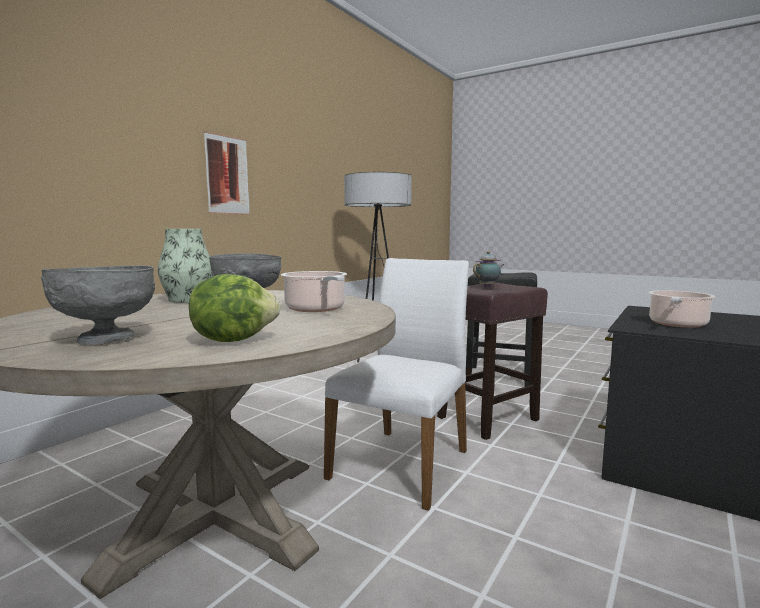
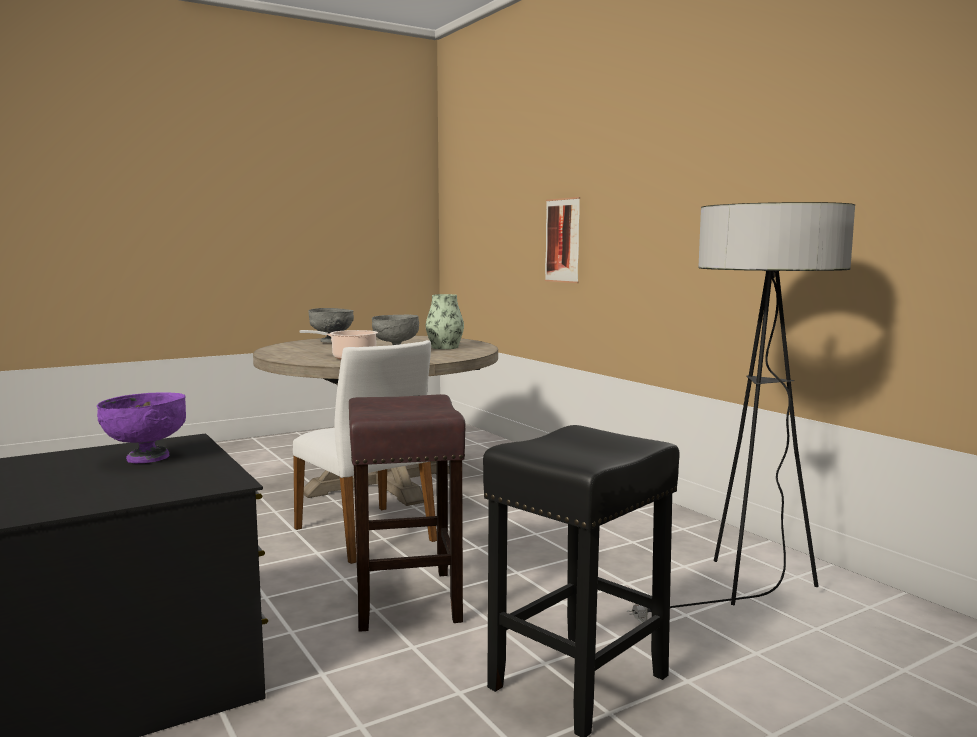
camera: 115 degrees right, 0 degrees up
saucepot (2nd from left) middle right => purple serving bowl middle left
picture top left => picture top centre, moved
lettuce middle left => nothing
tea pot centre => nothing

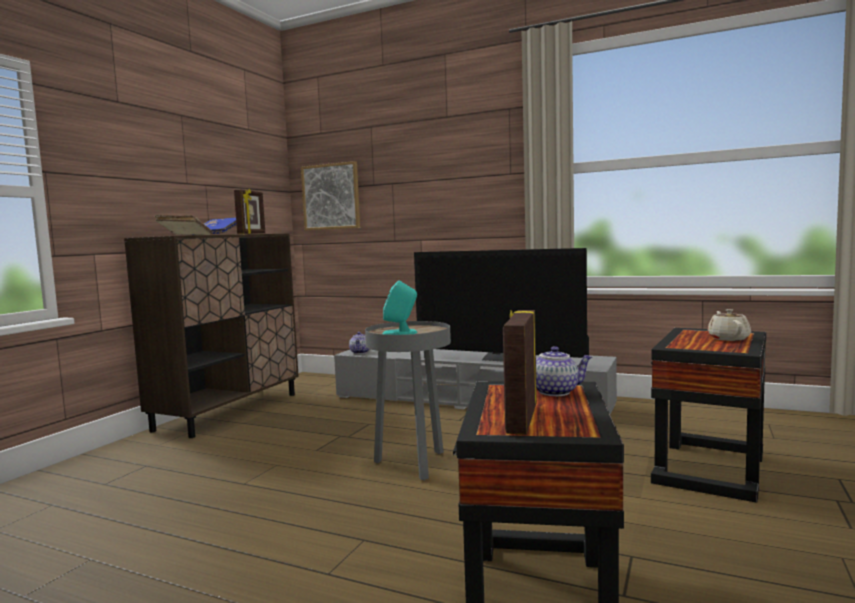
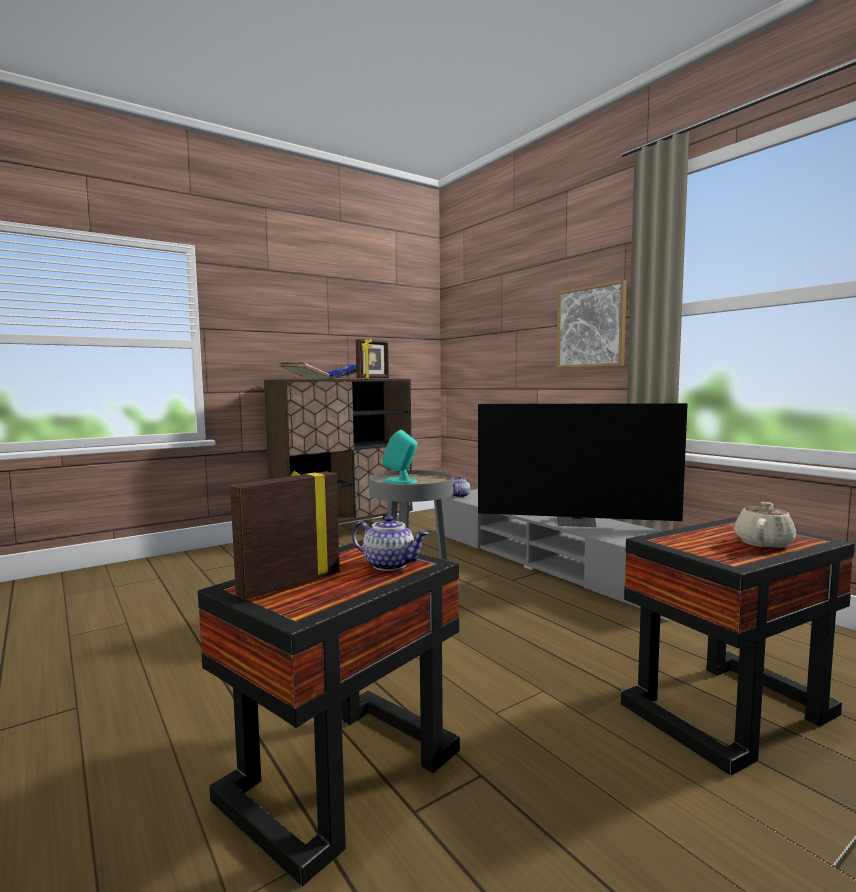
camera: 30 degrees right, 0 degrees up
television centre => television middle right, 45 degrees counterclockwise
picture top centre => picture middle right, moved

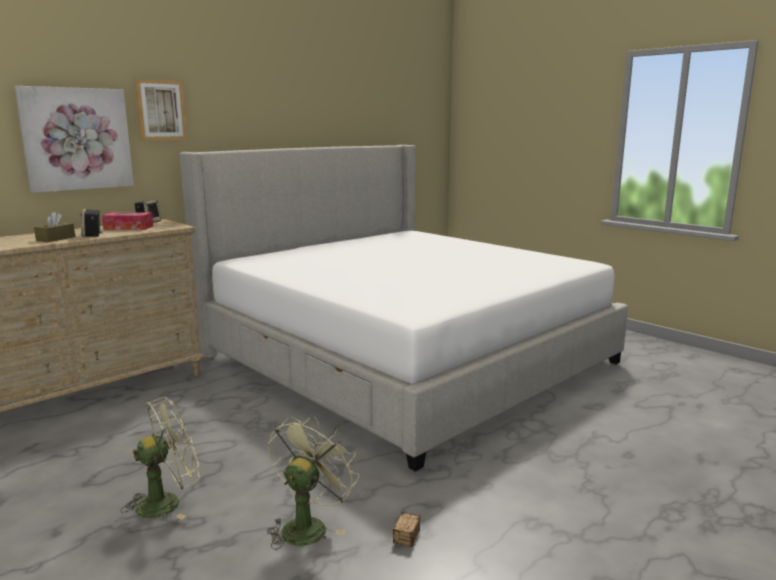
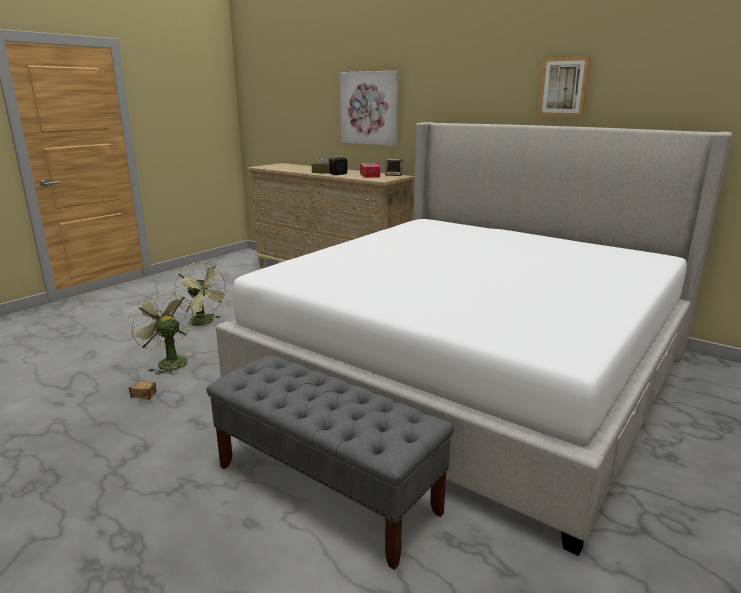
camera: 80 degrees right, 5 degrees up
greenish cooling fan (2nd from left in the first image) bottom centre => greenish cooling fan (1st from left) middle left, 150 degrees counterclockwise
nothing => gray indoor bench bottom centre
picture (2nd from left) top left => picture (2nd from left) top right, moved

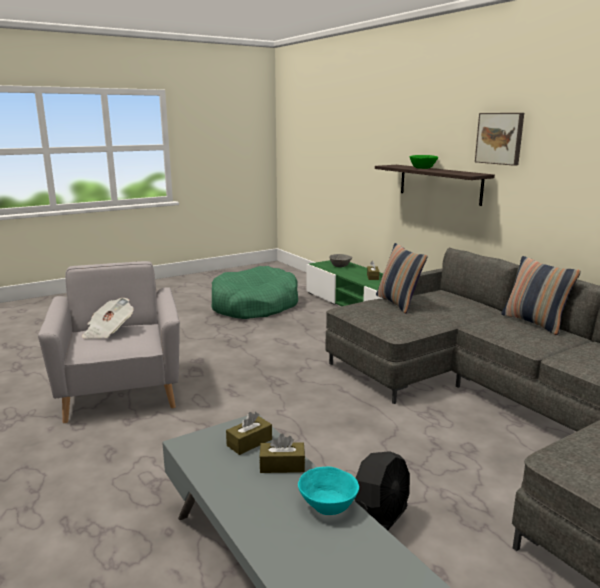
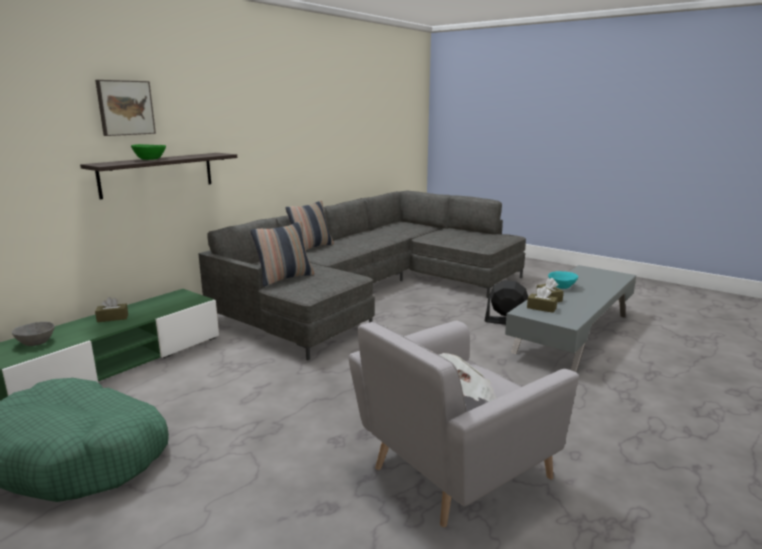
camera: 110 degrees left, 0 degrees up
picture top right => picture top left, moved

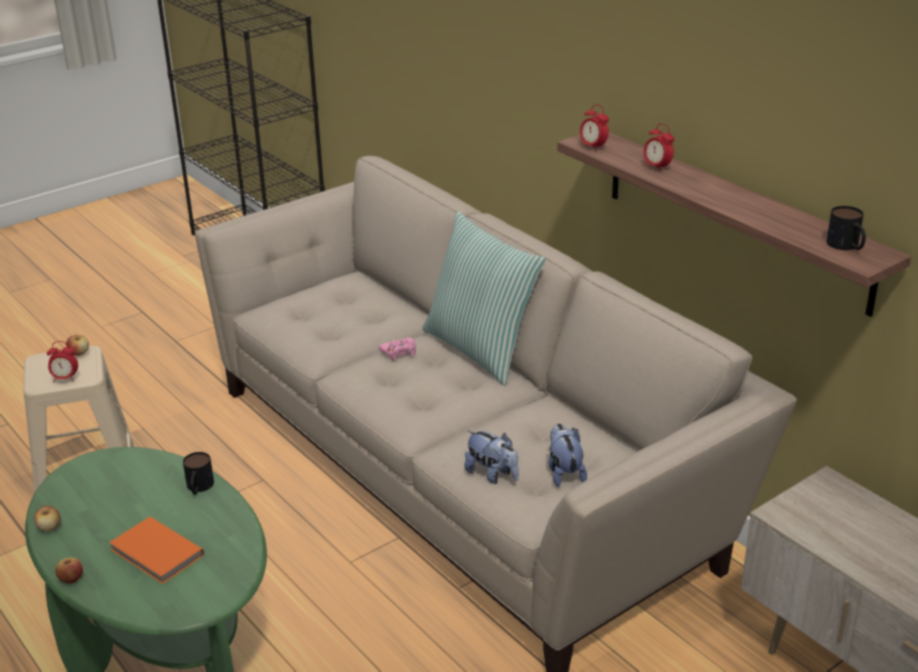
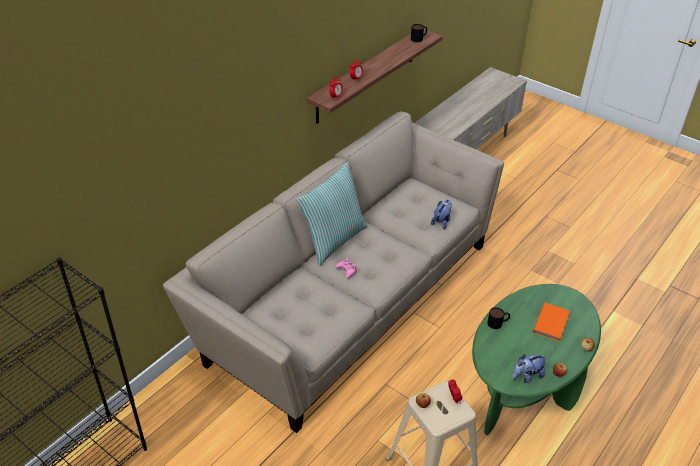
camera: 105 degrees left, 10 degrees up
plush toy (2nd from left) bottom centre => plush toy (2nd from left) bottom right, moved

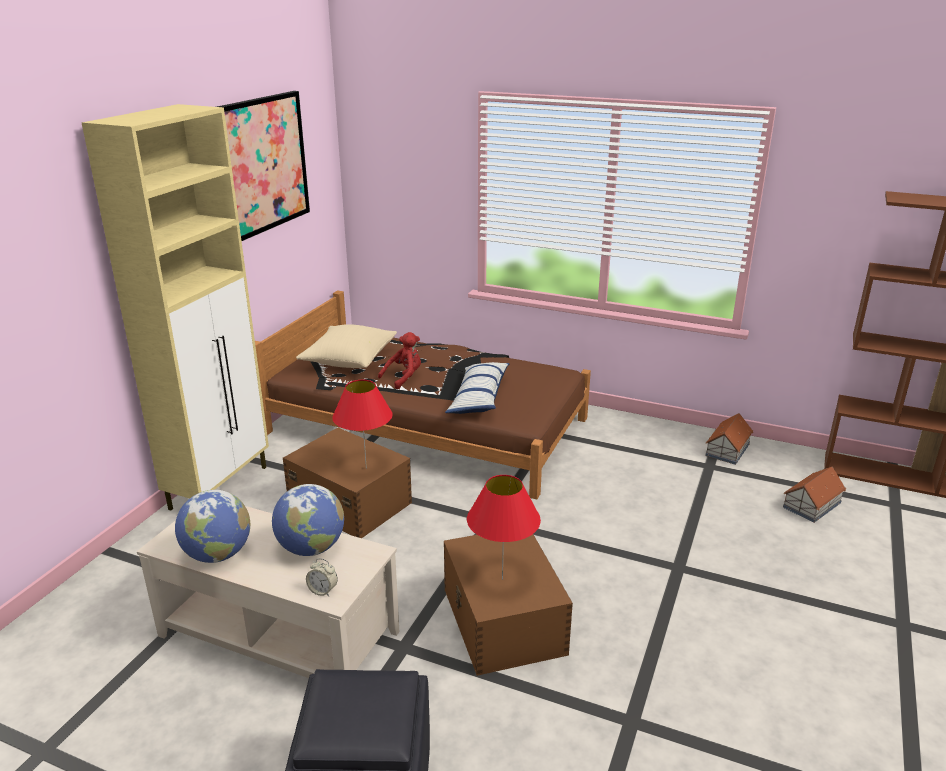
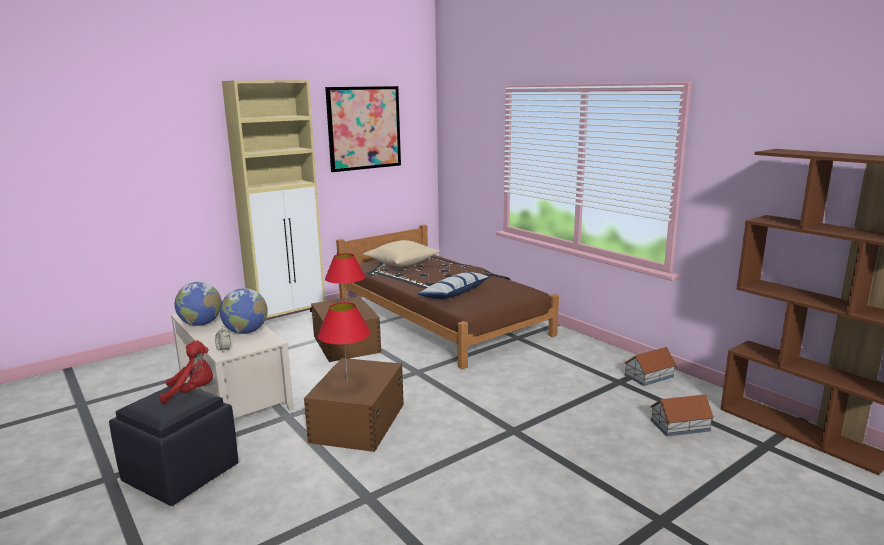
camera: 30 degrees right, 10 degrees down
red plush toy centre => red plush toy bottom left, moved

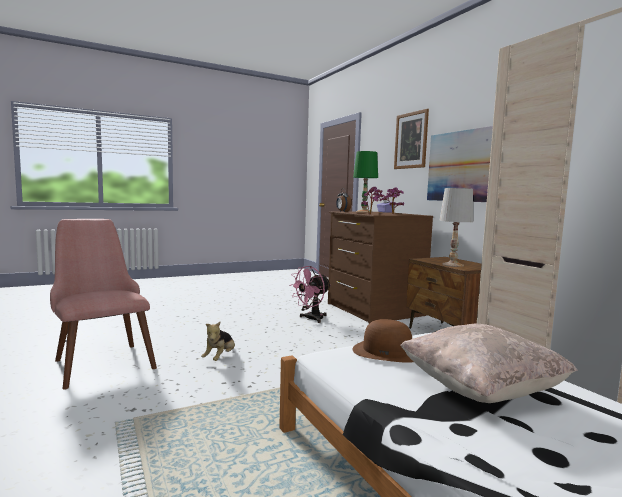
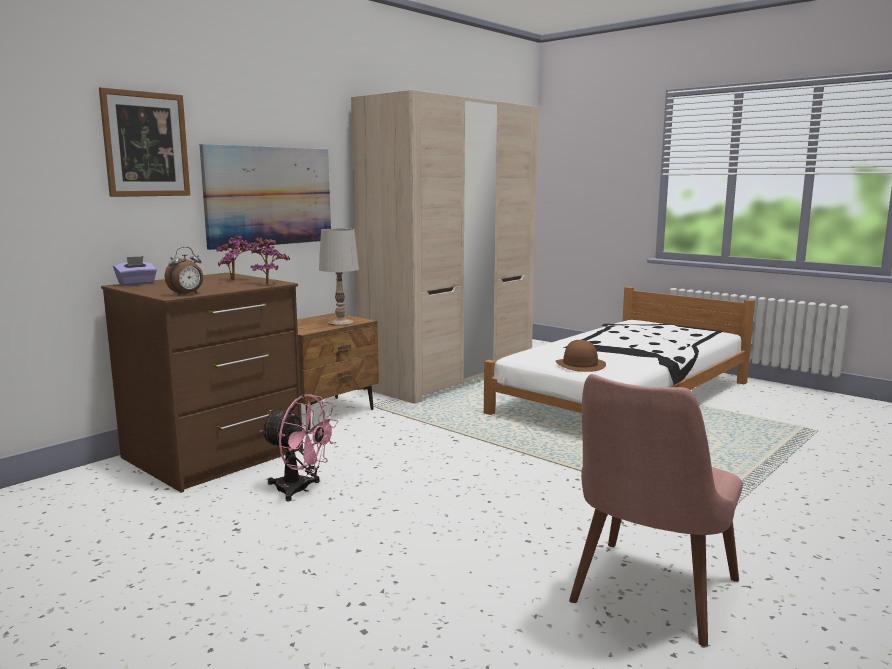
camera: 110 degrees left, 5 degrees up
plush toy bottom centre => nothing
greenish table lamp centre => nothing
sand-coloured pillow bottom right => nothing

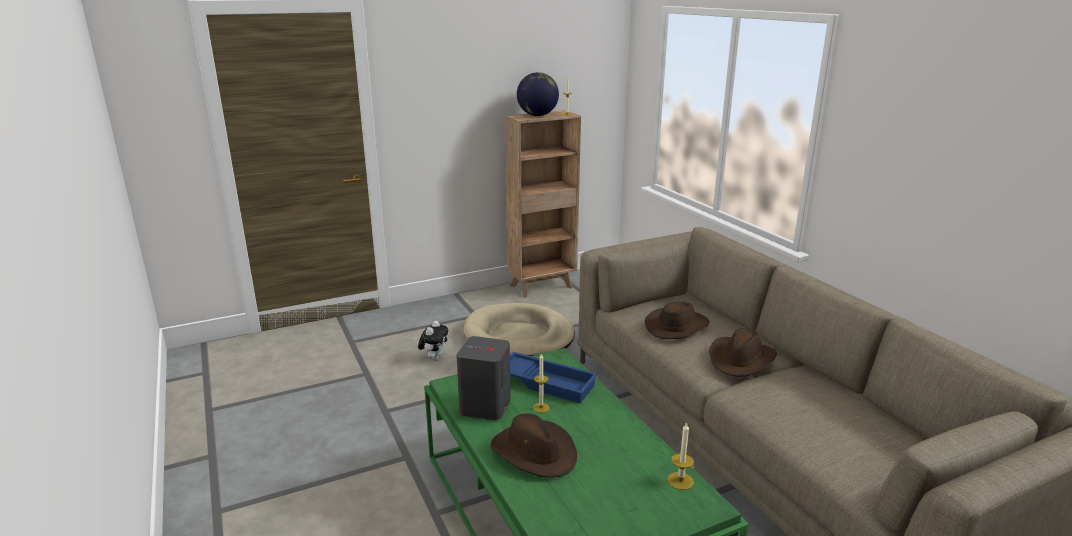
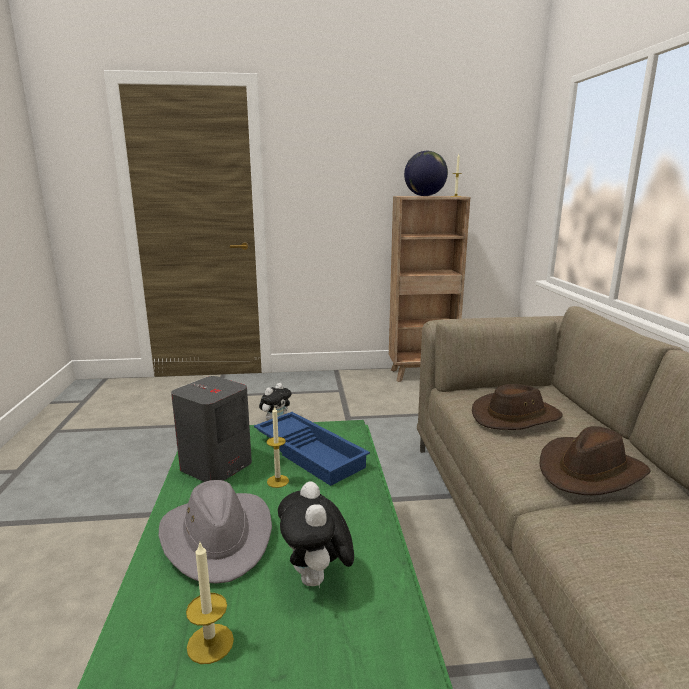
camera: 20 degrees right, 5 degrees down
brown-coloured hat (1st from left) bottom centre => gray hat bottom left
wax light (3rd from left in the first image) bottom centre => wax light (1st from left) bottom left, moved
nothing => plush toy (2nd from left) bottom centre
sand-coloured dog cushion centre => nothing

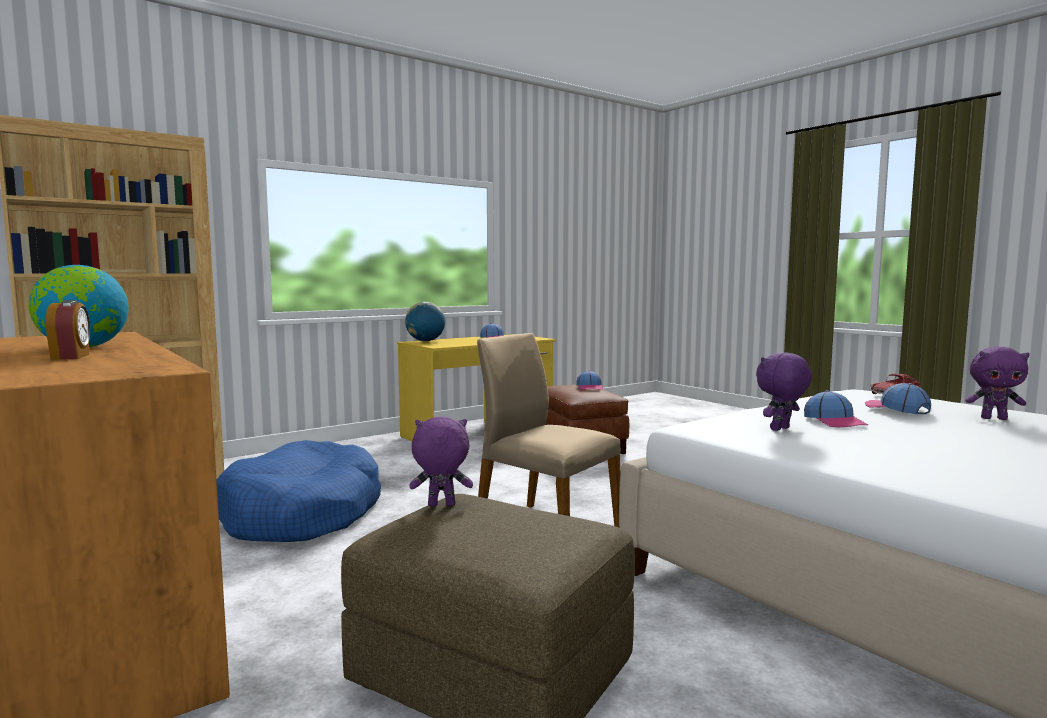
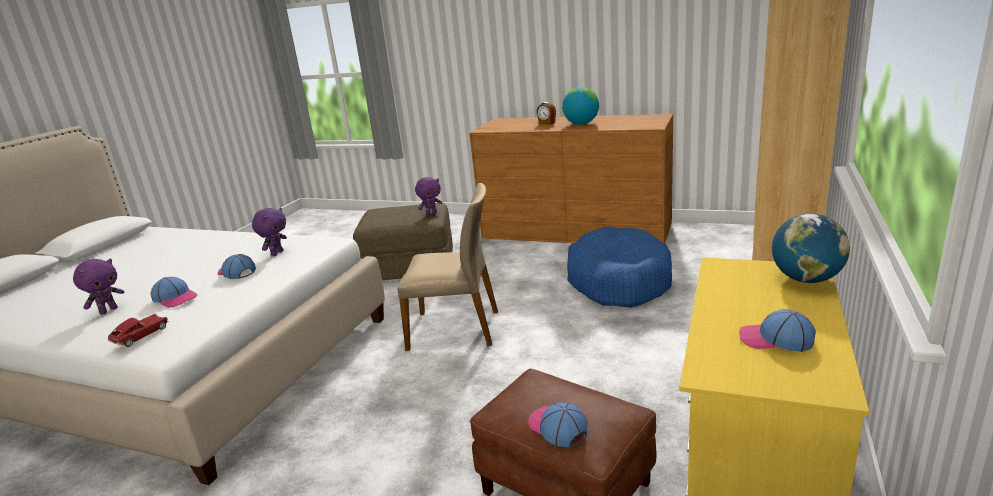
camera: 150 degrees right, 15 degrees up
purple plush toy (3rd from left in the first image) middle right => purple plush toy (1st from left) middle left, 135 degrees clockwise

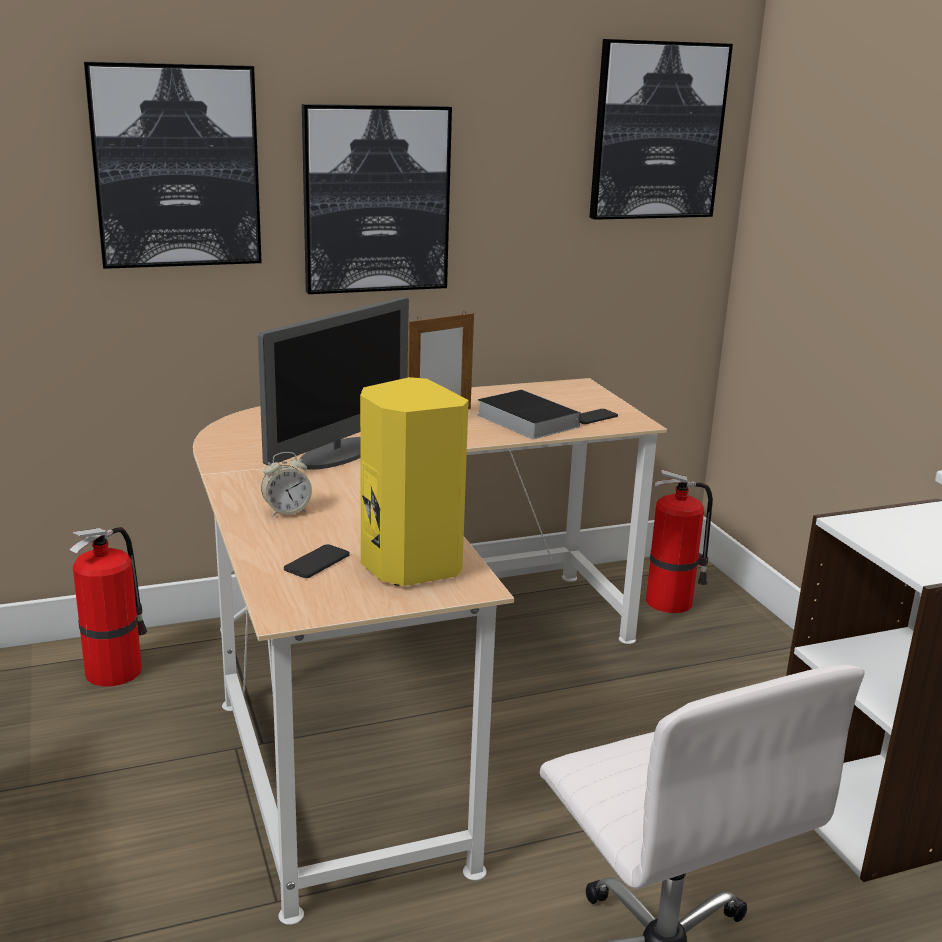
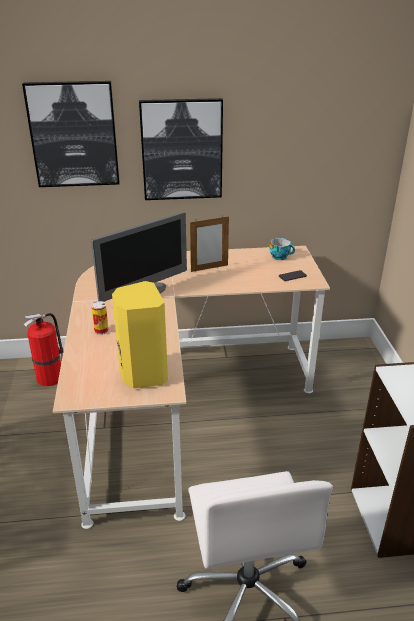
camera: 15 degrees right, 10 degrees up
bedside clock middle left => sealed can middle left
nothing => small cup middle right
handset (1st from left) centre => nothing
book centre => nothing
picture (3rd from left) top right => nothing
fire-fighting cylinder (2nd from left) middle right => nothing

